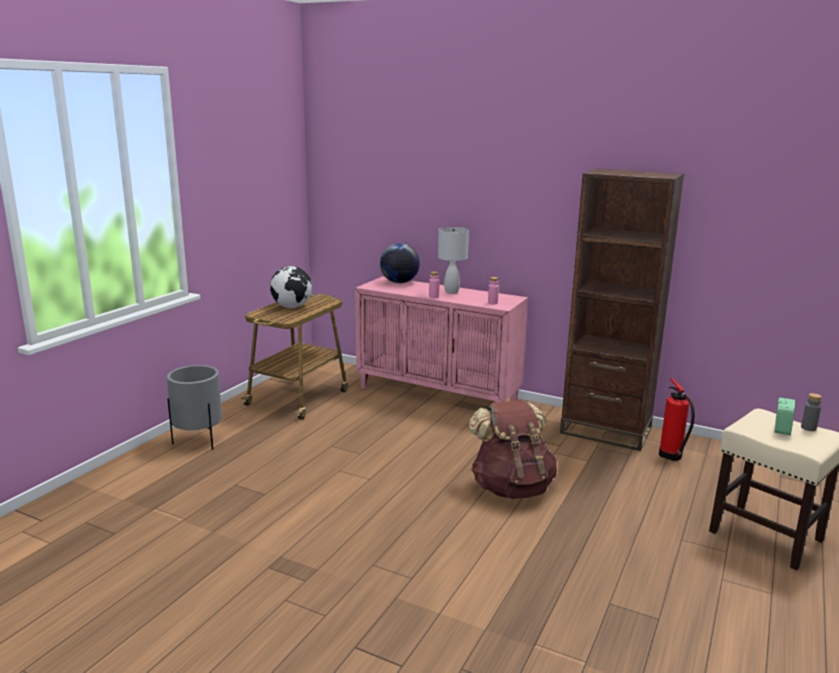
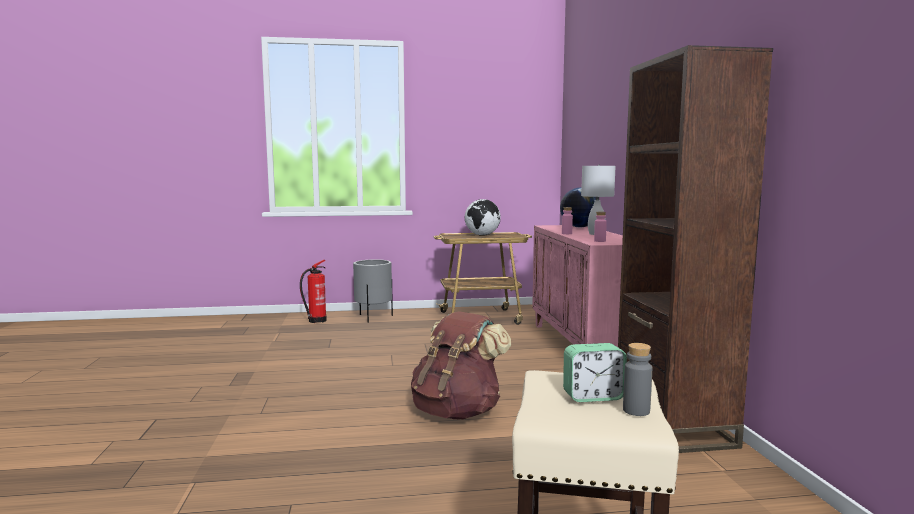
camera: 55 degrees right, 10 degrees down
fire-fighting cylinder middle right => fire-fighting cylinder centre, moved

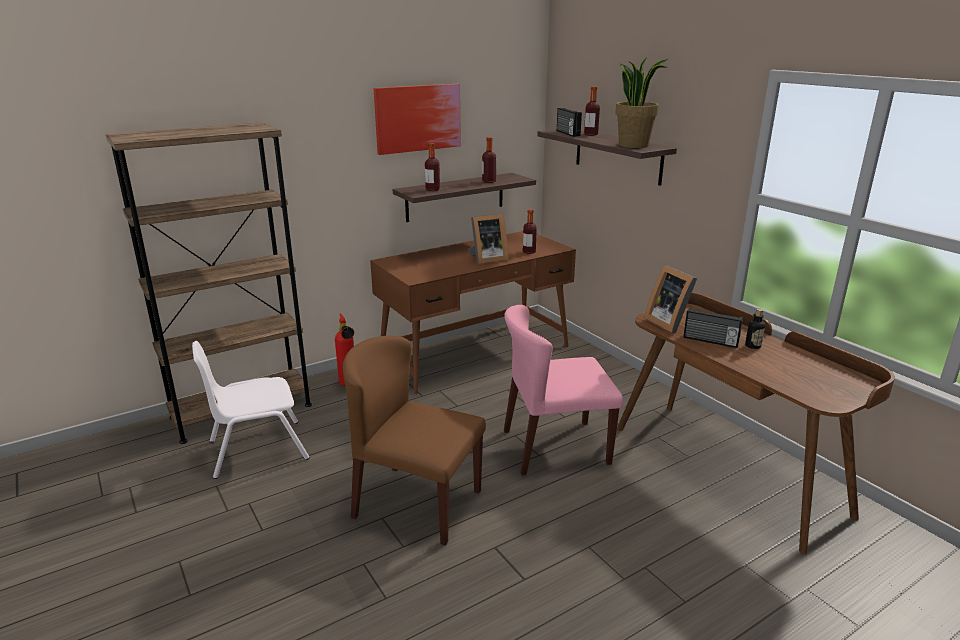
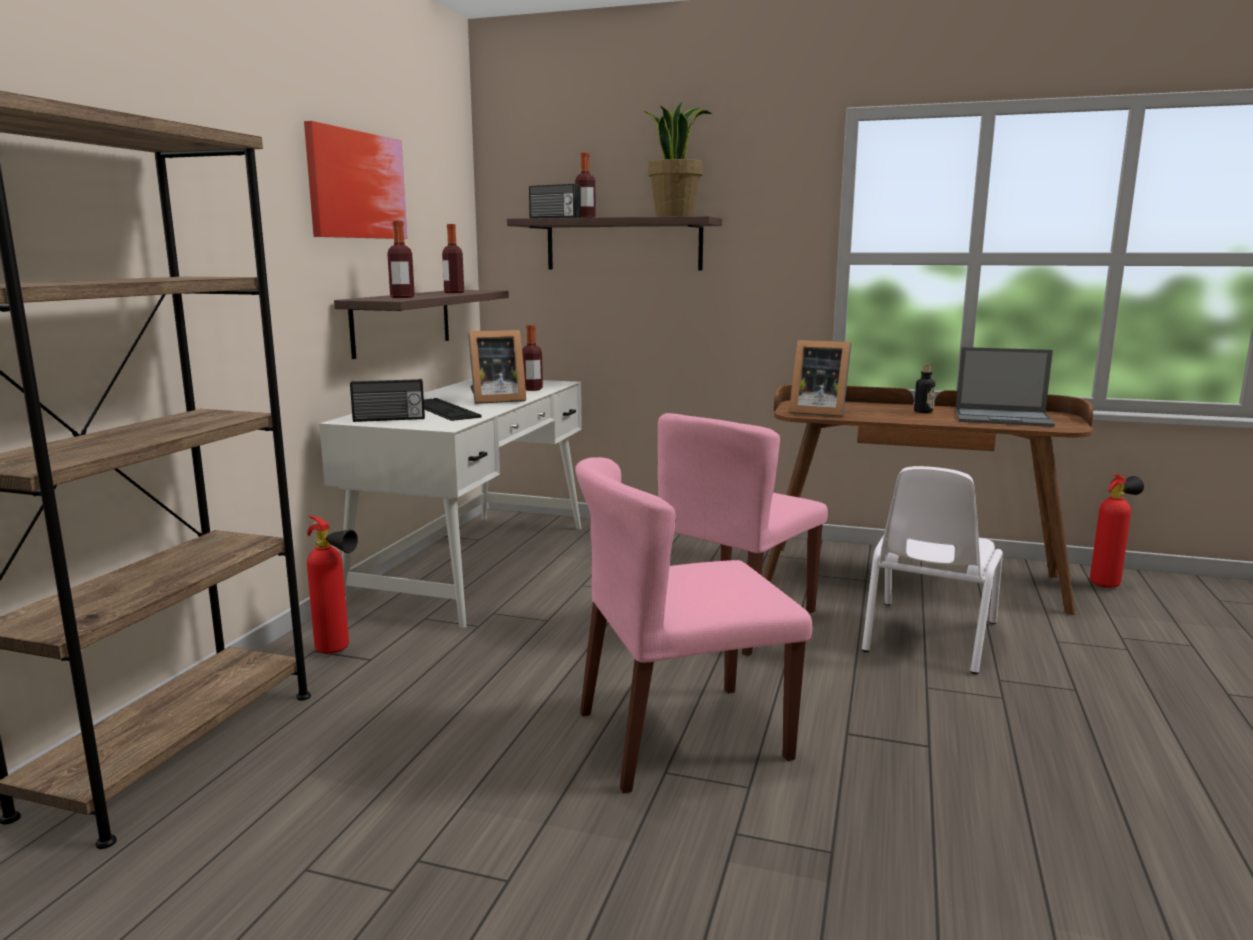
camera: 40 degrees left, 10 degrees down
brown-coloured desk (1st from left) centre => white desk centre
radio receiver (2nd from left in the first image) middle right => radio receiver (1st from left) middle left, moved
nothing => computer keyboard centre
photo frame (1st from left) centre, 45 degrees clockwise
brown-coloured plain chair bottom centre => pink plain chair (1st from left) centre
white plain chair middle left => white plain chair middle right, moved
nothing => notebook computer middle right
nothing => fire-fighting cylinder (2nd from left) middle right

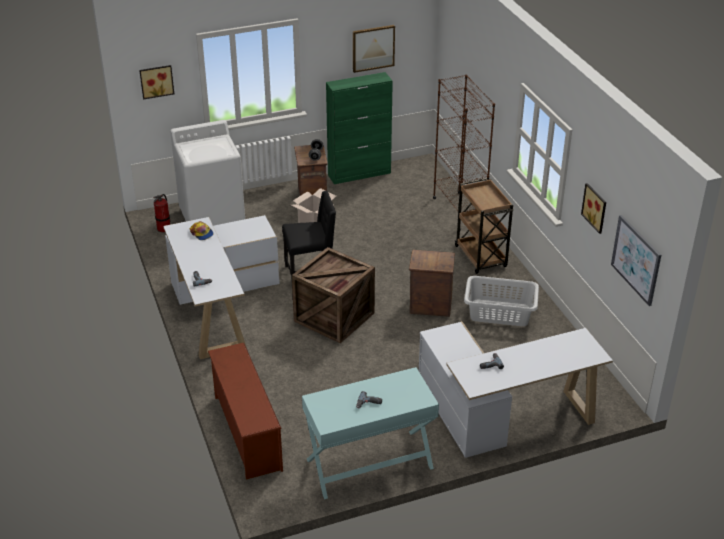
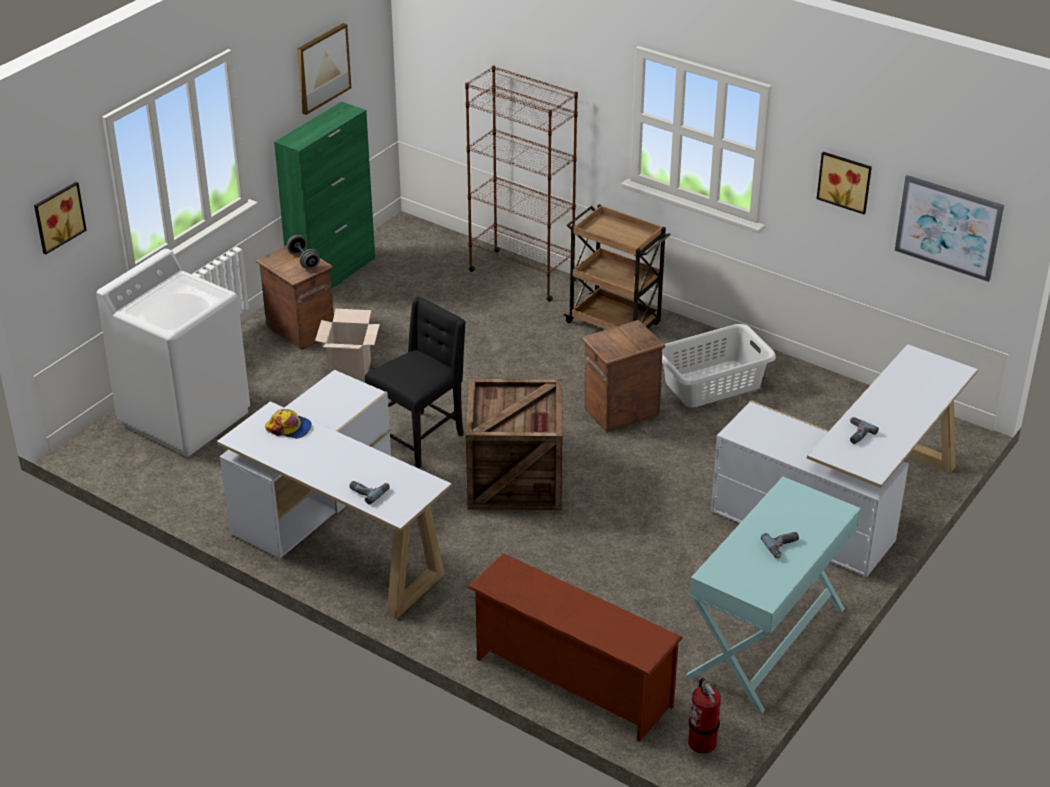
camera: 35 degrees left, 0 degrees up
fire-fighting cylinder middle left => fire-fighting cylinder bottom right, moved

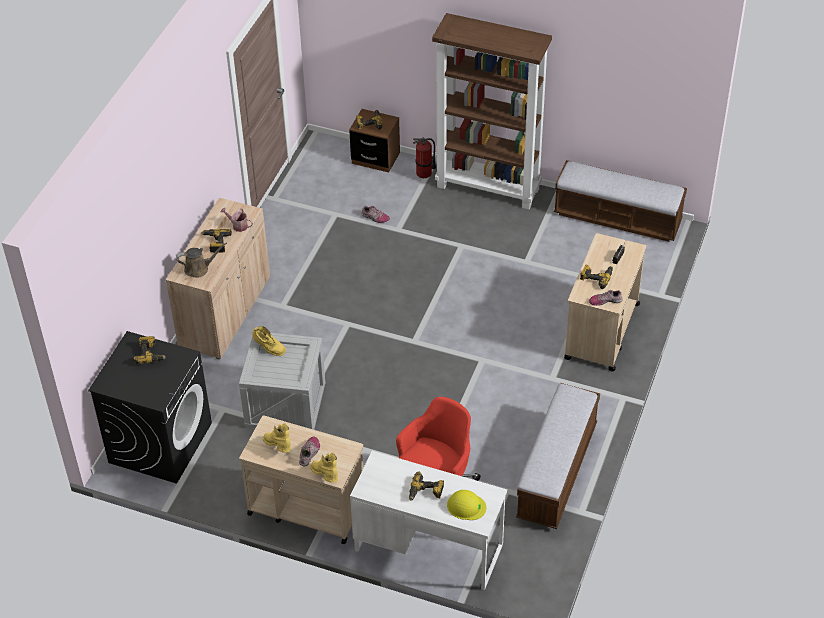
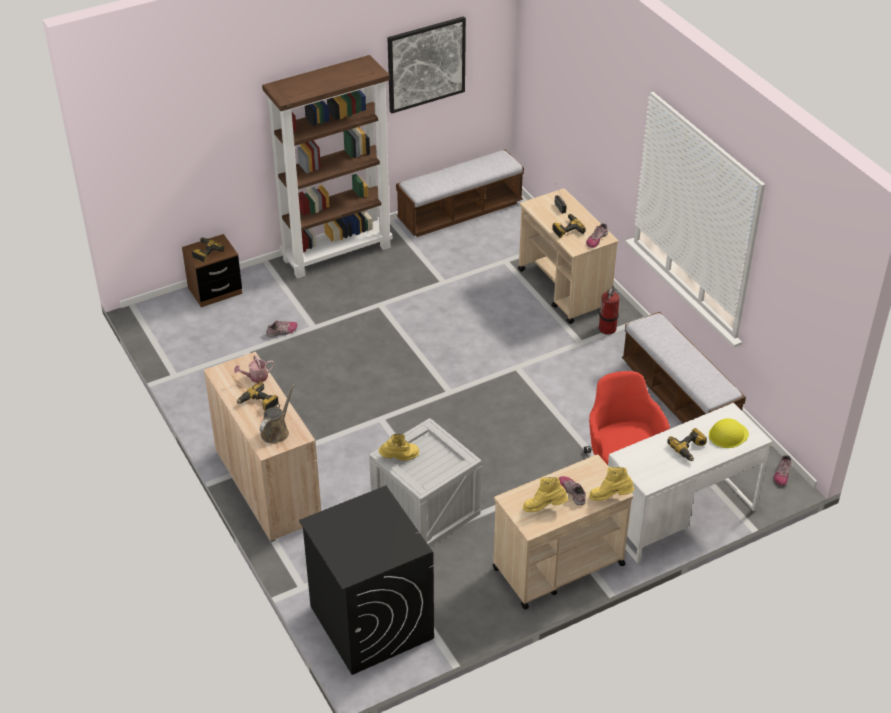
camera: 50 degrees left, 5 degrees down
nothing => picture top centre
fire-fighting cylinder top centre => fire-fighting cylinder middle right, moved
nothing => low shoe (4th from left) middle right
drill (1st from left) middle left => nothing

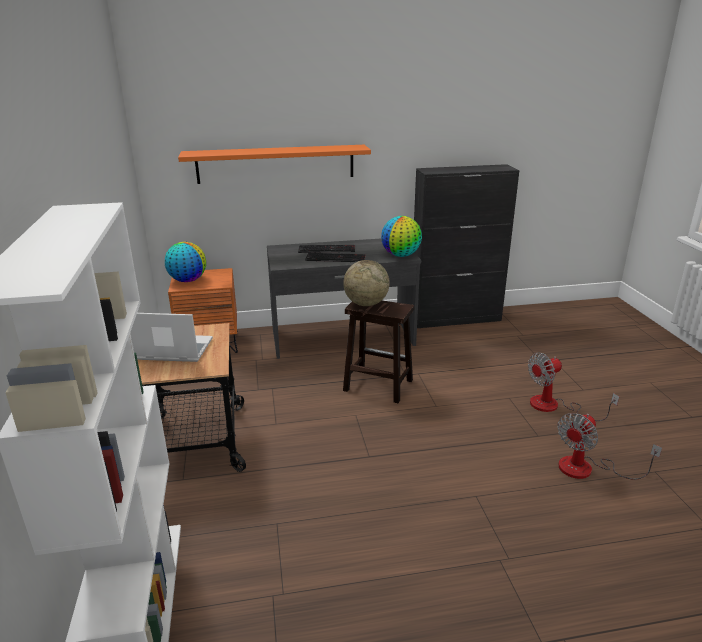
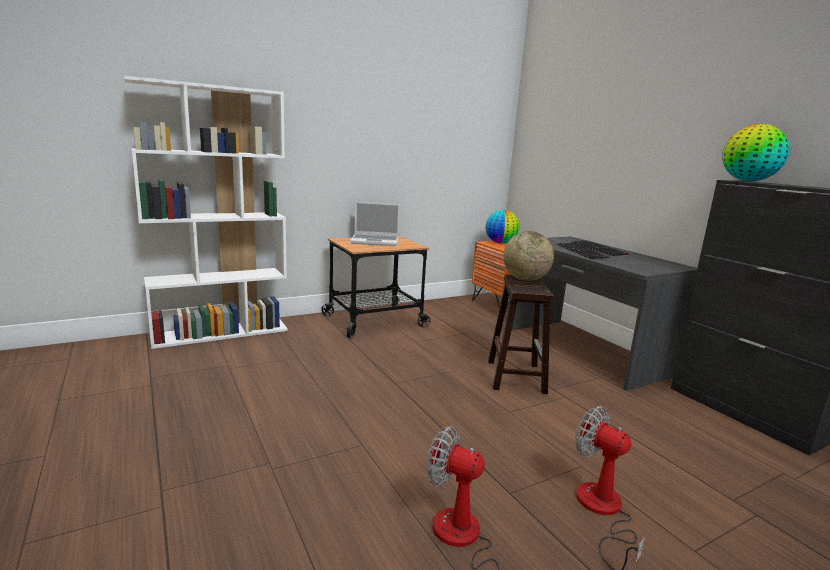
camera: 70 degrees right, 10 degrees down
notebook computer middle left => notebook computer centre, 105 degrees clockwise
world globe (3rd from left) centre => world globe (3rd from left) top right, moved
orangey bracket shelf top centre => nothing

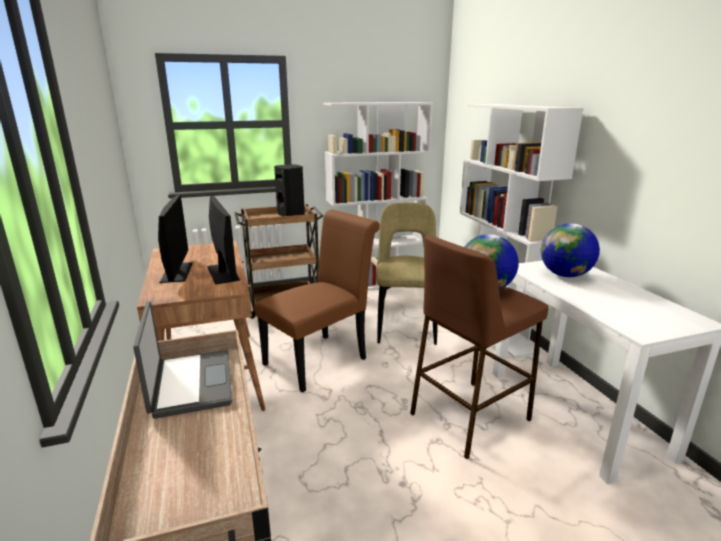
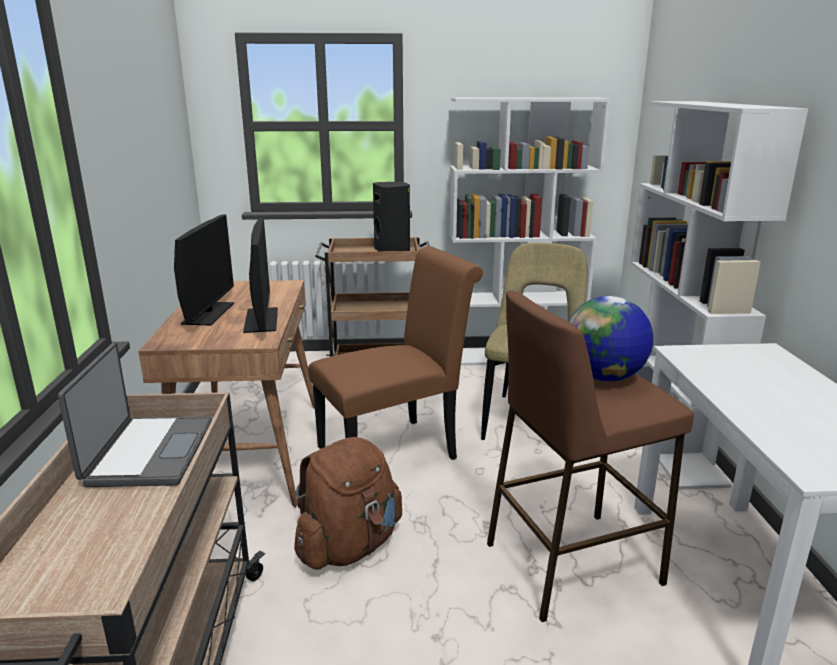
camera: 15 degrees right, 0 degrees up
nothing => brown-coloured backpack bottom centre
world globe (2nd from left) middle right => nothing

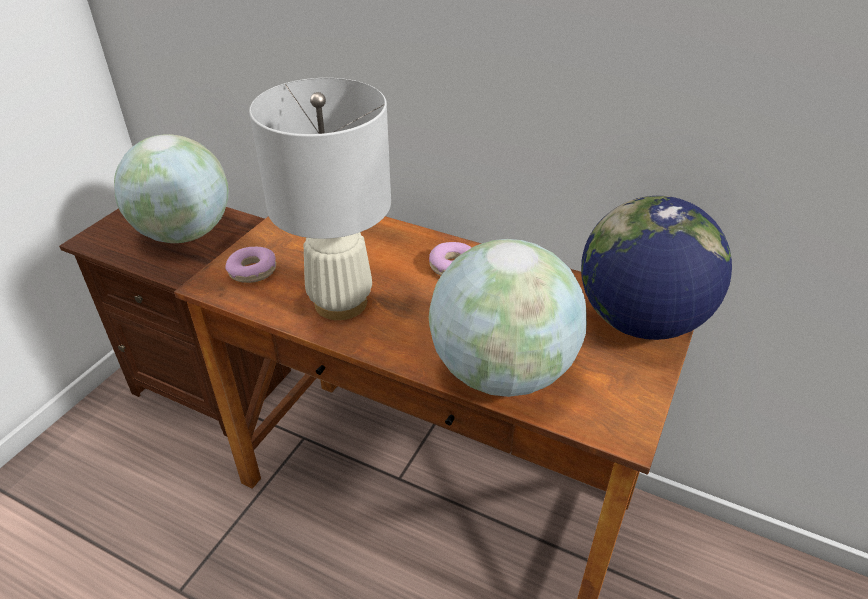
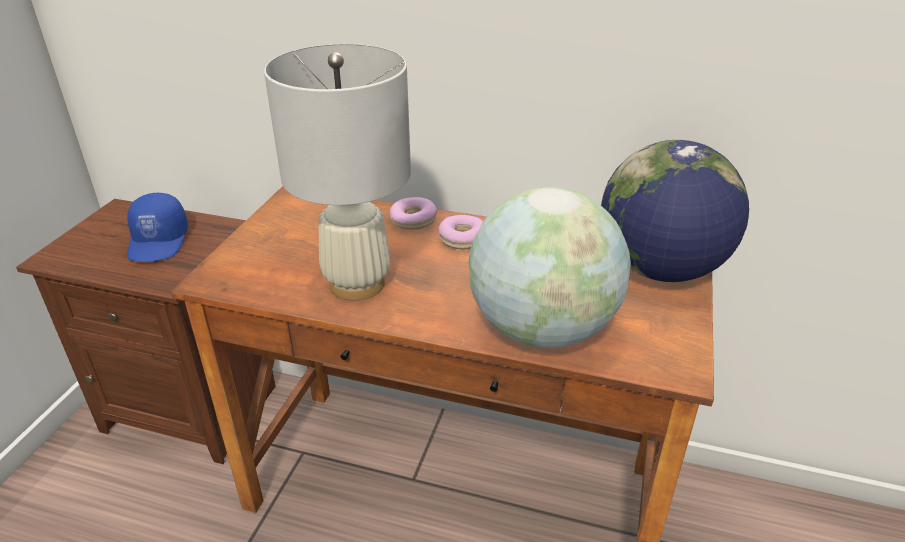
camera: 10 degrees left, 5 degrees down
world globe (1st from left) top left => bluish cap middle left
ring doughnut (1st from left) middle left => ring doughnut (1st from left) centre, moved

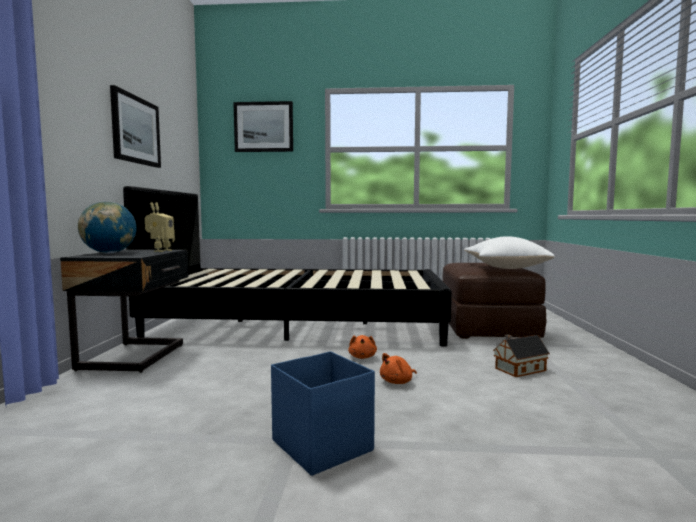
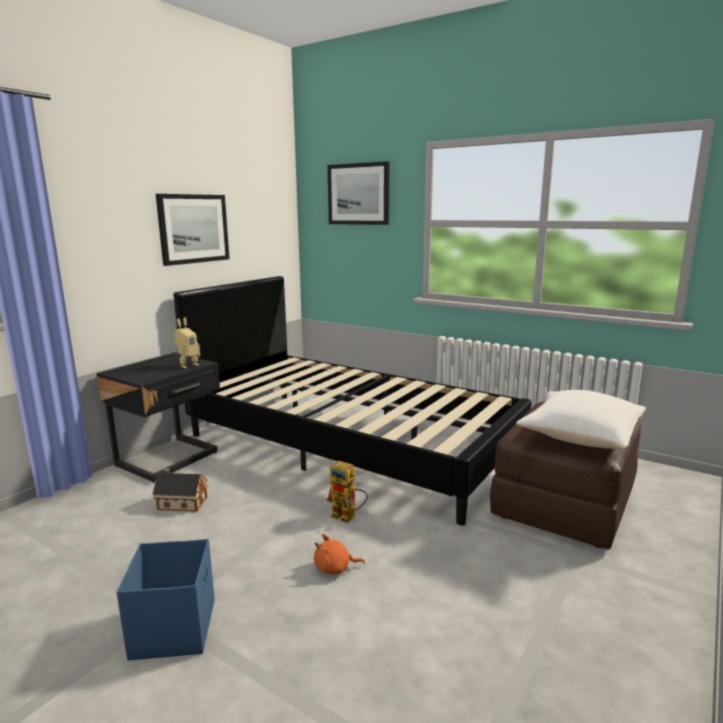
camera: 30 degrees right, 10 degrees up
toy house bottom right => toy house bottom left, moved
orangey plush toy (1st from left) centre => model robot (2nd from left) bottom centre
world globe middle left => nothing

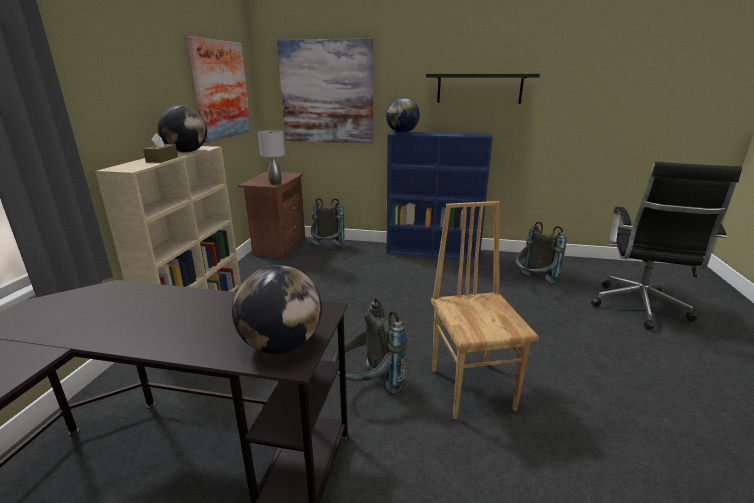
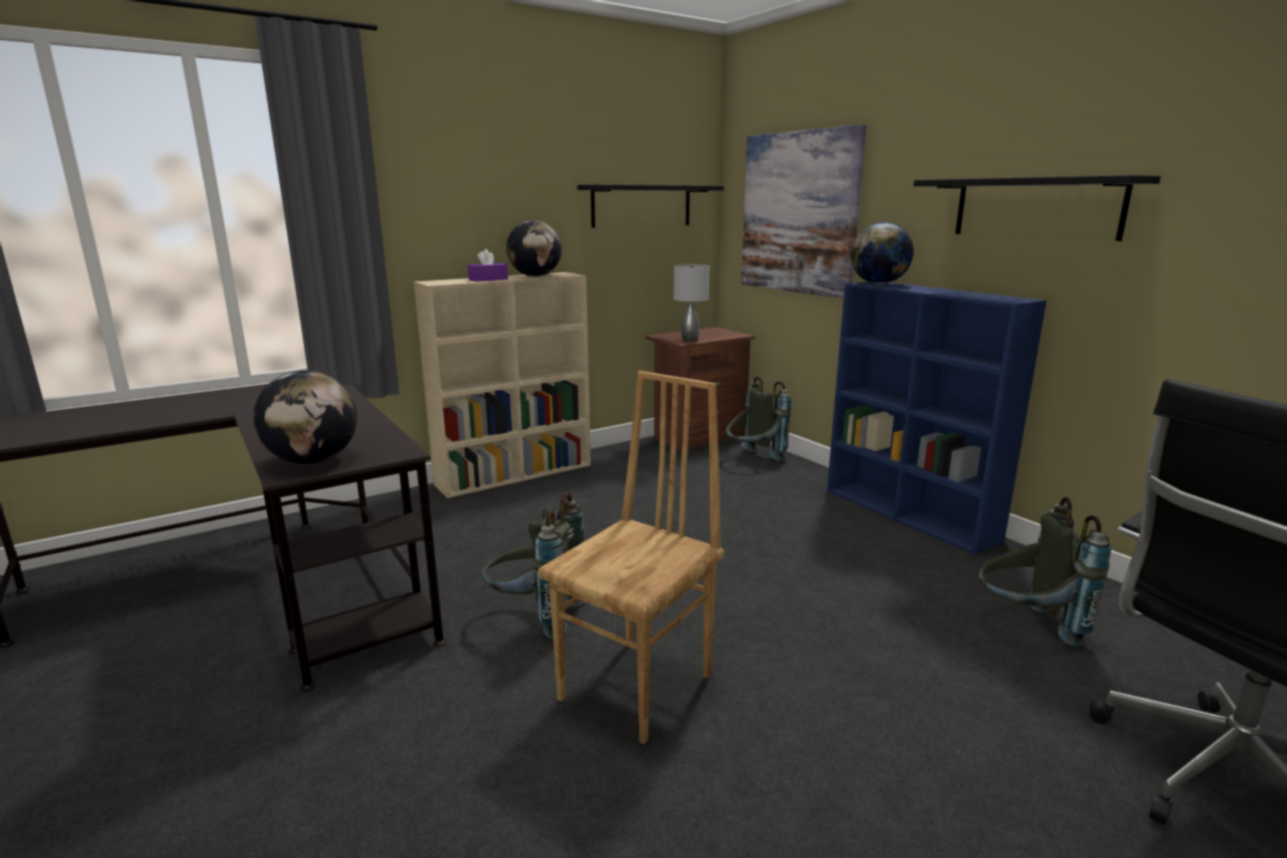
camera: 45 degrees right, 5 degrees down
brown-coloured tissue holder top left => purple tissue holder top centre
picture (1st from left) top left => blackish bracket shelf (1st from left) top centre

